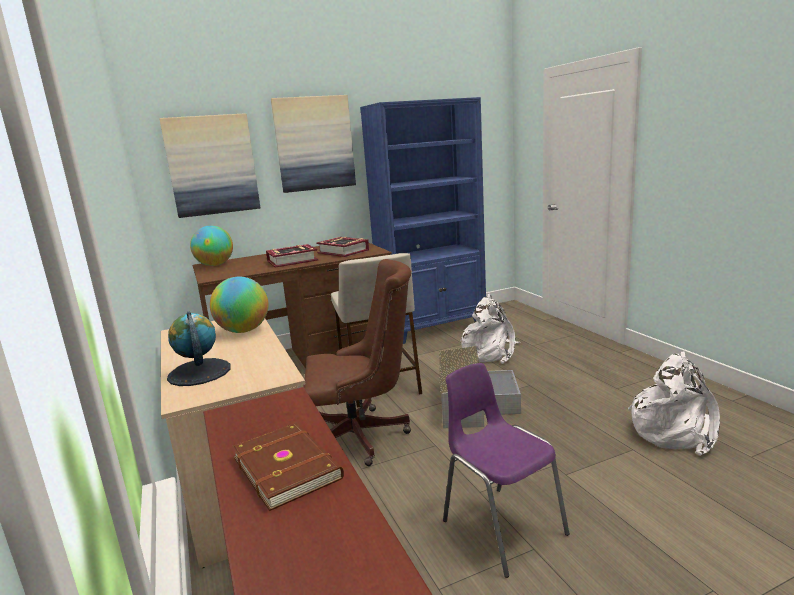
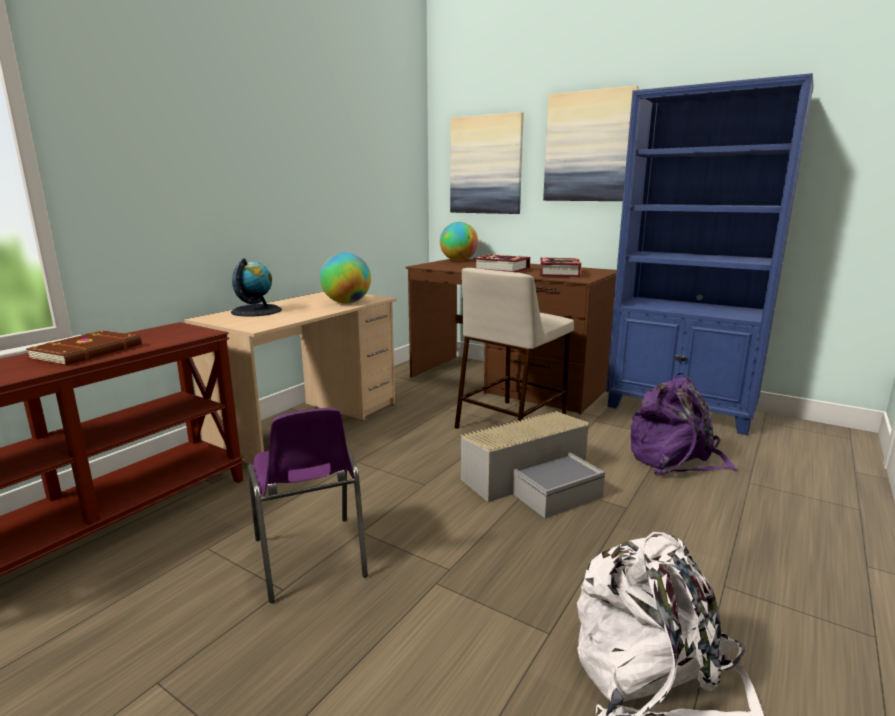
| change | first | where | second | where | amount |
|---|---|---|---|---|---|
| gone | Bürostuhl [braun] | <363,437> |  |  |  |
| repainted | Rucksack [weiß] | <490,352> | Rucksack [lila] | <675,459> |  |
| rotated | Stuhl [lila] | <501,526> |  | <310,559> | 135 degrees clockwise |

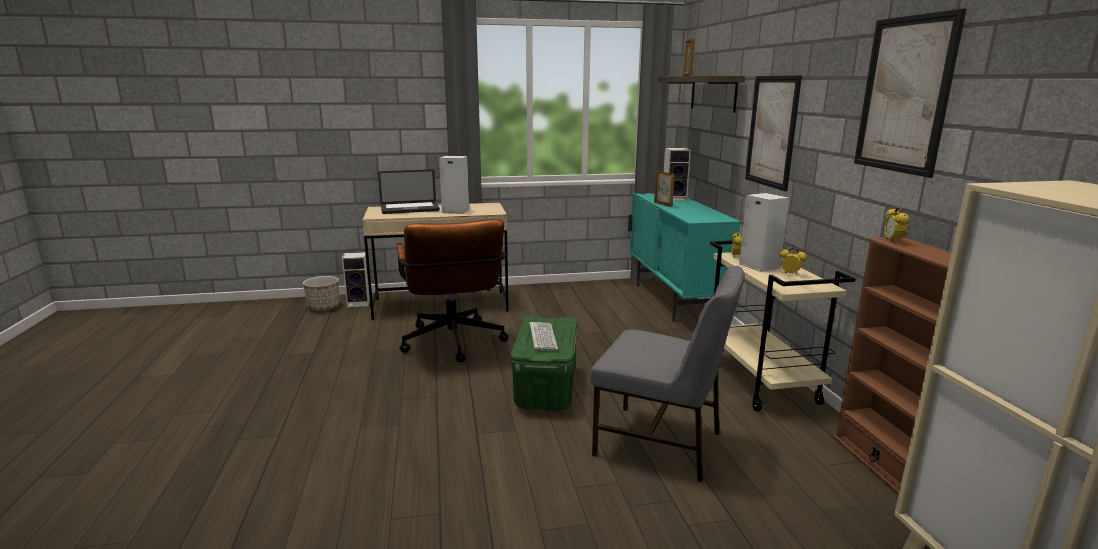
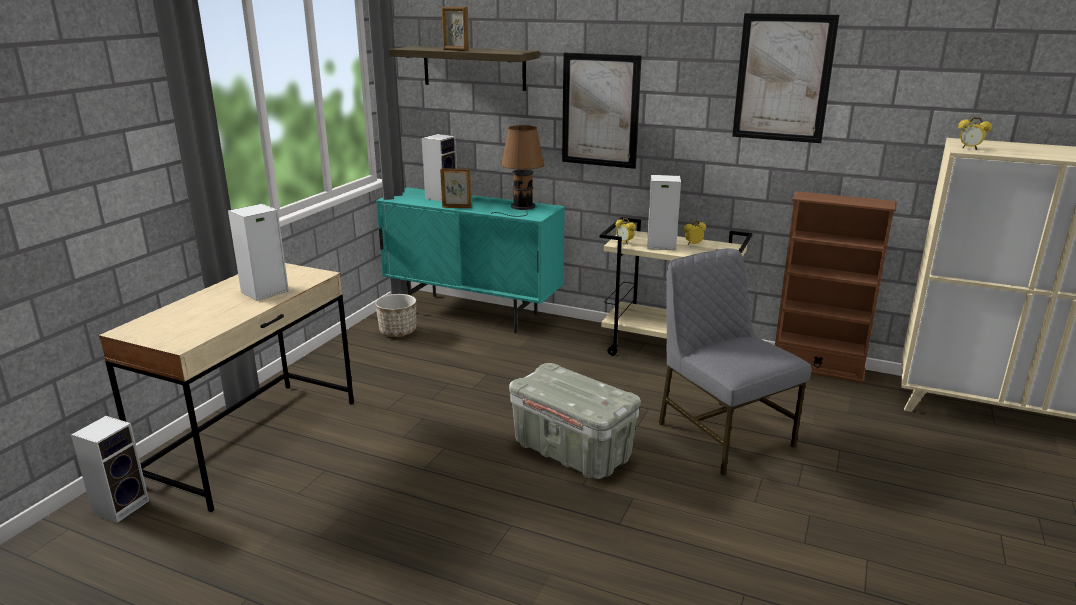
| change | first | where | second | where | amount |
|---|---|---|---|---|---|
| gone | Laptop | <410,209> |  |  |  |
| shifted | Wecker | <892,241> |  | <970,148> |  |
| gone | Bürostuhl [braun] | <454,345> |  |  |  |
| rotated | Stuhl [grau] | <660,444> |  | <722,434> | 90 degrees counterclockwise |
| shifted | Pflanzkübel | <324,307> |  | <398,332> |  |
| repainted | Aufbewahrungsbox [grün] | <545,389> | Aufbewahrungsbox [grau] | <571,451> |  |
| gone | Tastatur | <543,337> |  |  |  |
| new |  |  | Tischlampe [braun] | <521,207> |  |

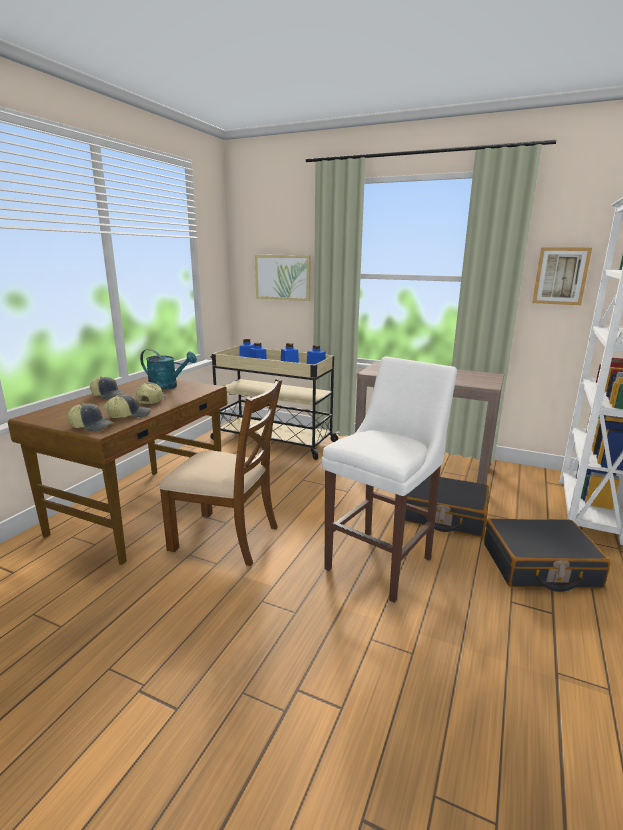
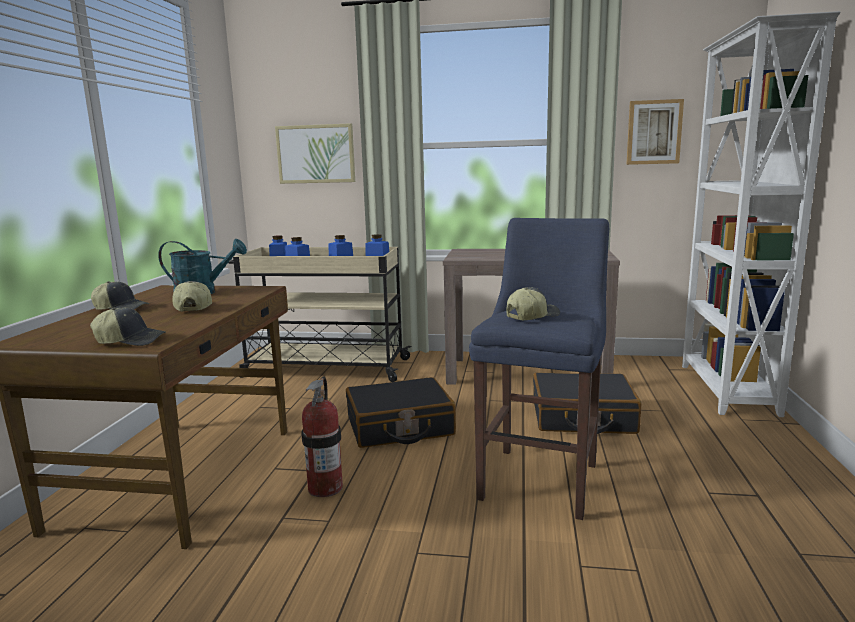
| change | first | where | second | where | amount |
|---|---|---|---|---|---|
| repainted | Hocker [weiß] | <382,561> | Hocker [blau] | <541,478> |  |
| swapped | Stuhl [braun] | <226,537> | Feuerlöscher | <325,487> |  |
| shifted | Kappe | <129,415> |  | <531,316> |  |
| shifted | Koffer [schwarz] | <539,566> |  | <399,427> |  |

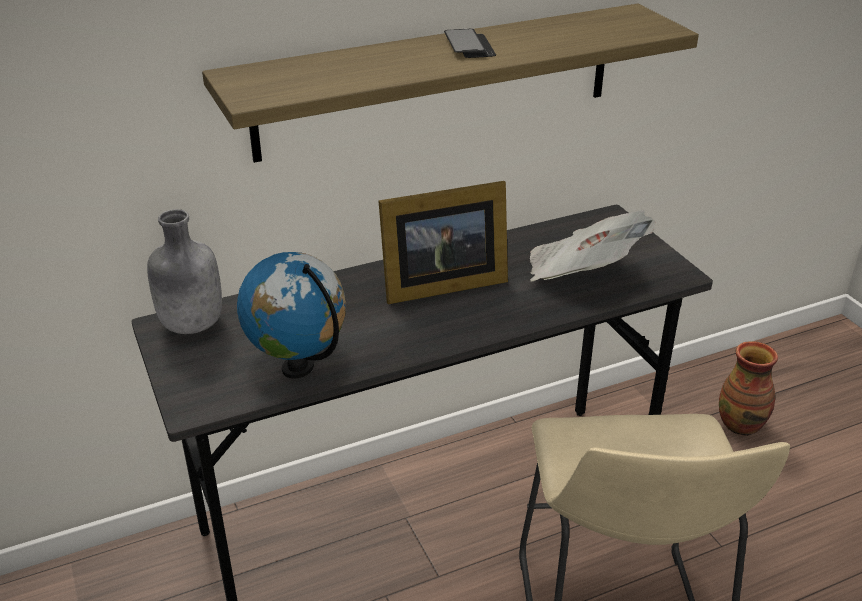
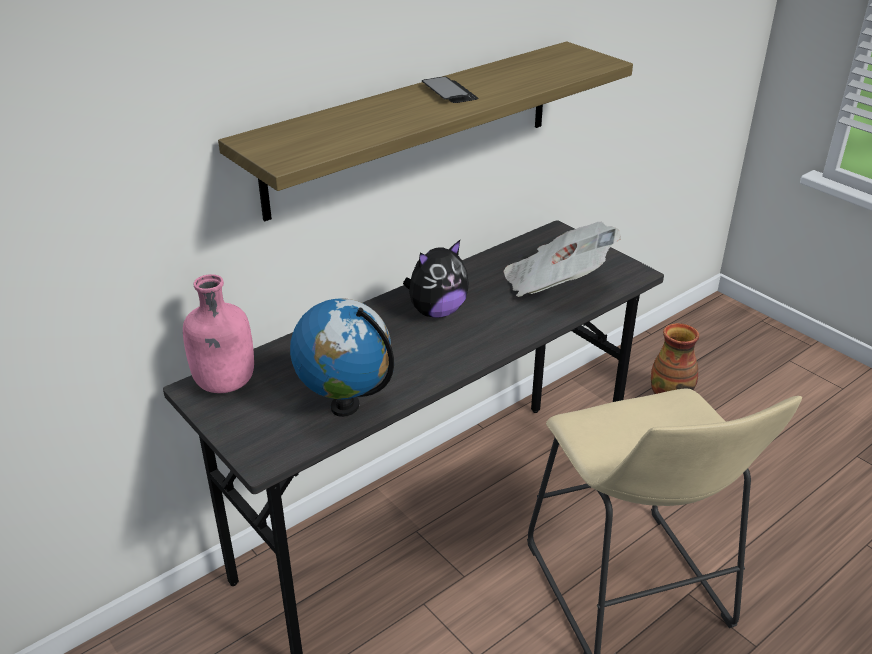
| change | first | where | second | where | amount |
|---|---|---|---|---|---|
| swapped | Bilderrahmen | <438,284> | Plüschtier | <436,311> |  |
| repainted | Flasche [grau] | <191,325> | Flasche [rosa] | <224,384> |  |

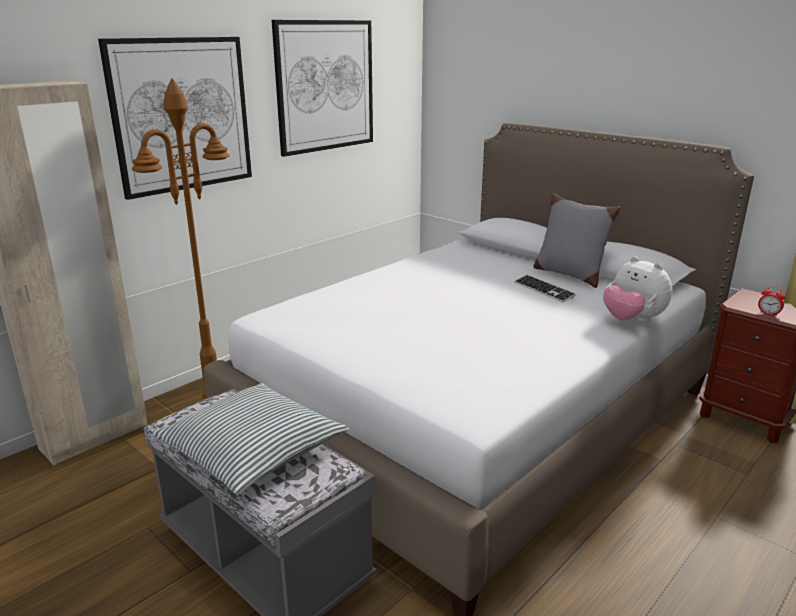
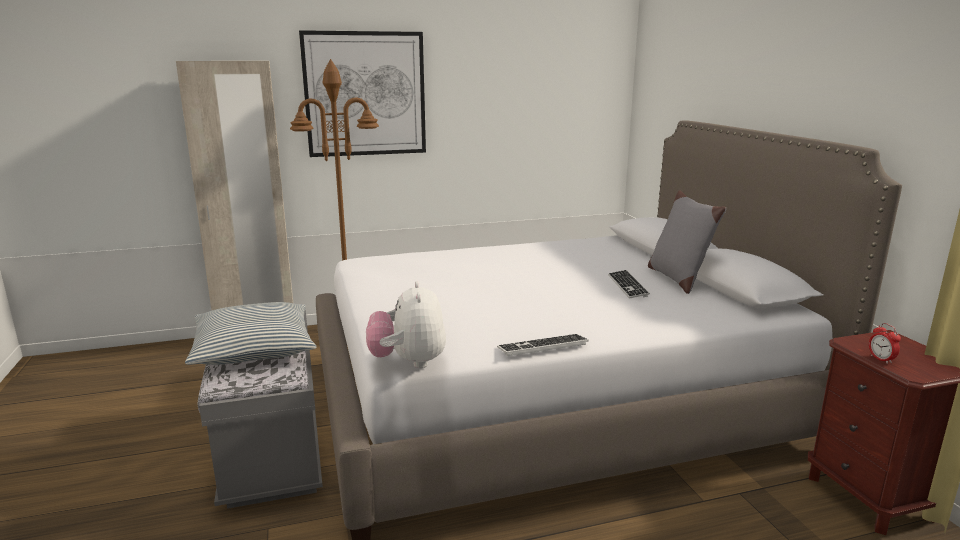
| change | first | where | second | where | amount |
|---|---|---|---|---|---|
| gone | Bild | <325,86> |  |  |  |
| shifted | Plüschtier | <632,320> |  | <408,362> |  |
| new |  |  | Tastatur | <542,346> |  |

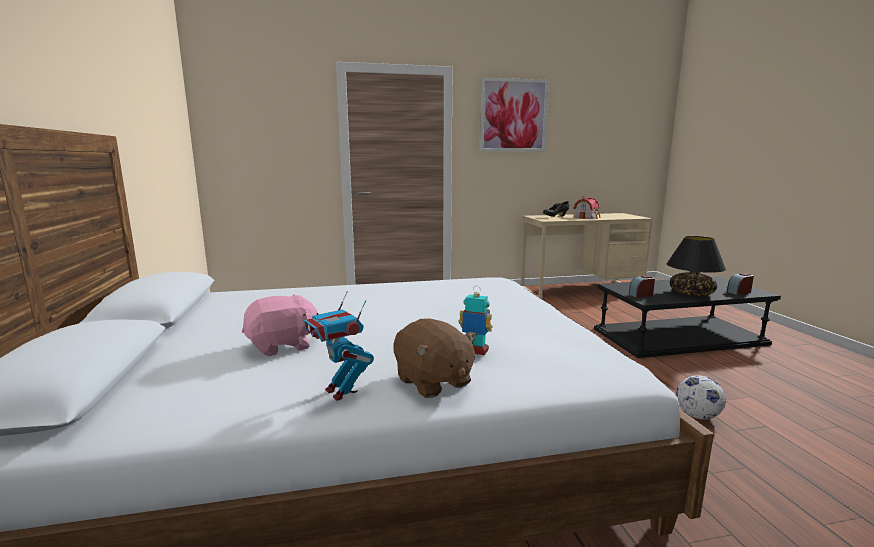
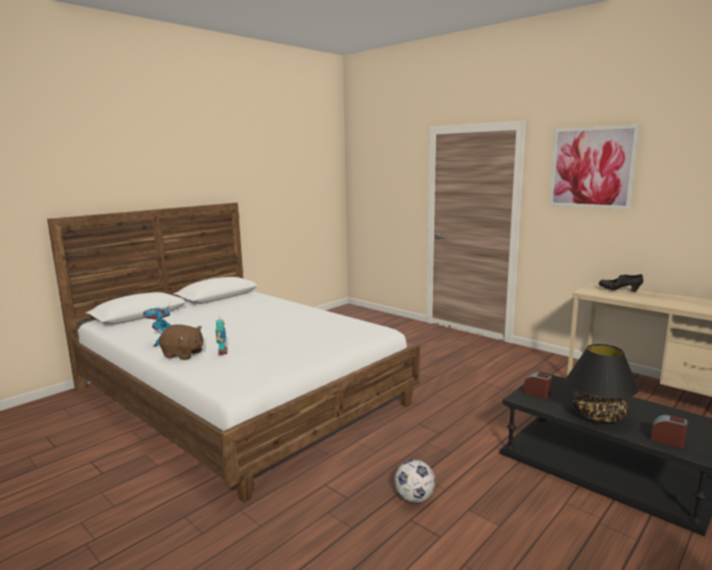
| change | first | where | second | where | amount |
|---|---|---|---|---|---|
| gone | Spielzeughaus | <587,217> |  |  |  |
| gone | Plüschtier [rosa] | <283,345> |  |  |  |
| rotated | Plüschtier [braun] | <433,382> |  | <183,354> | 90 degrees counterclockwise |

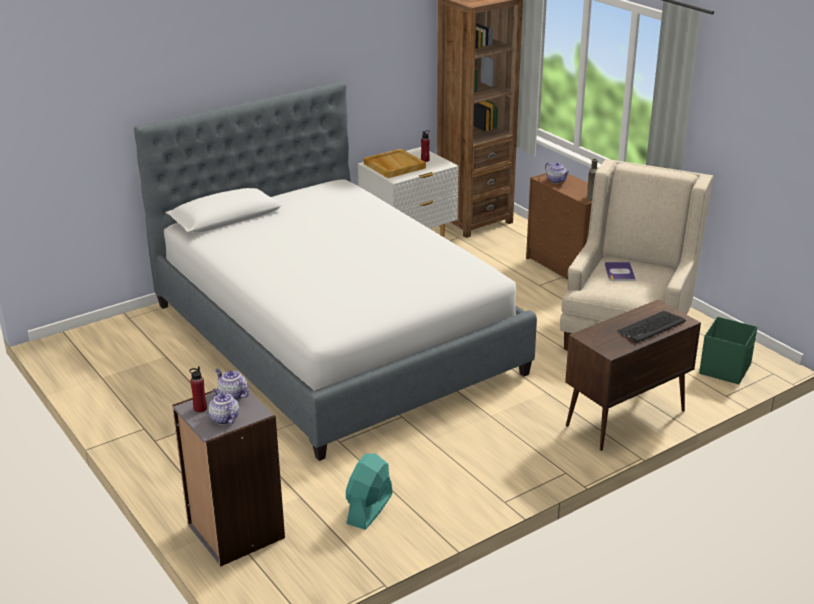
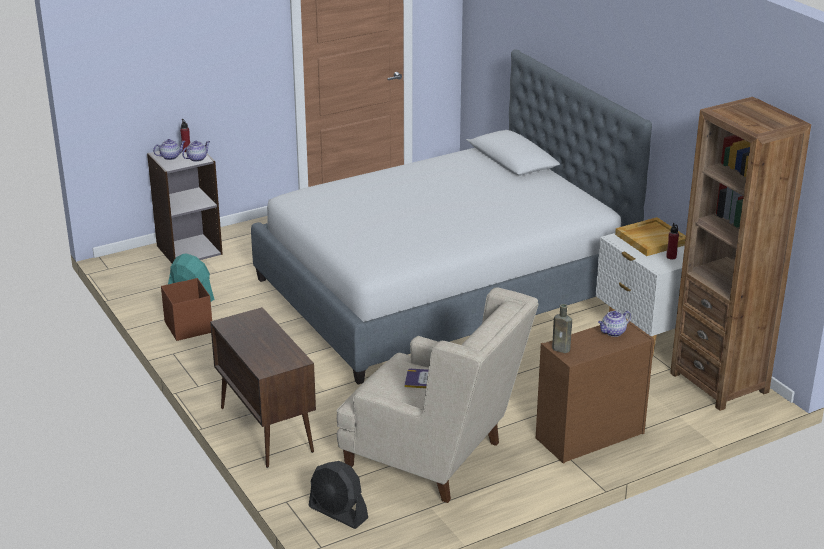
| change | first | where | second | where | amount |
|---|---|---|---|---|---|
| gone | Tastatur | <651,327> |  |  |  |
| swapped | Aufbewahrungsbox [grün] | <725,369> | Ventilator [schwarz] | <338,513> |  |
| new |  |  | Aufbewahrungsbox [braun] | <188,327> |  |

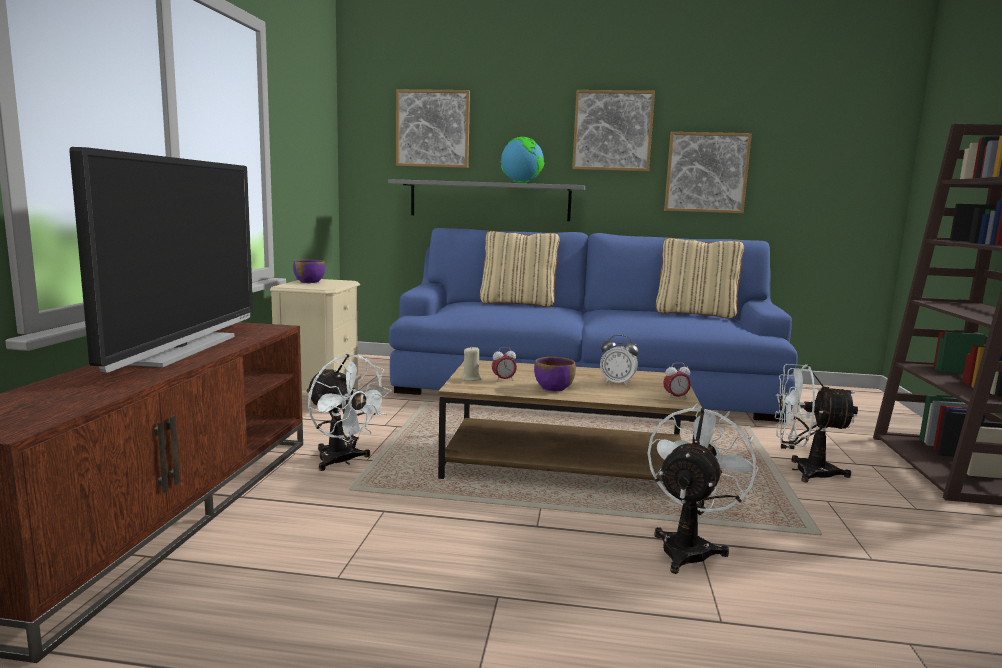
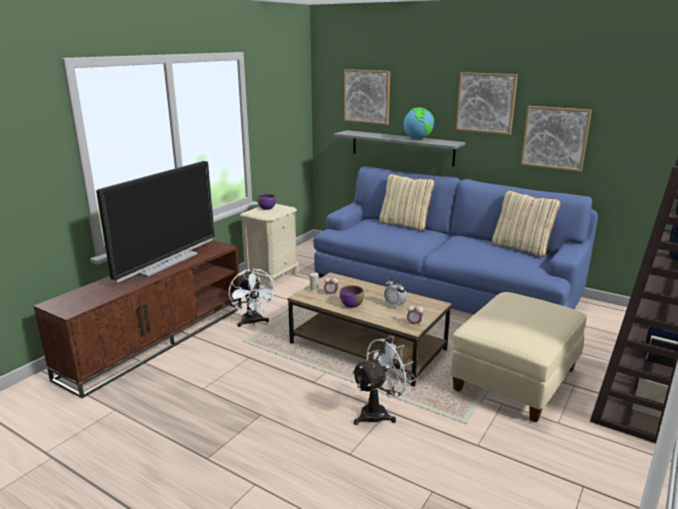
| change | first | where | second | where | amount |
|---|---|---|---|---|---|
| swapped | Ventilator [weiß] | <803,471> | Polsterhocker [beige] | <515,380> |  |

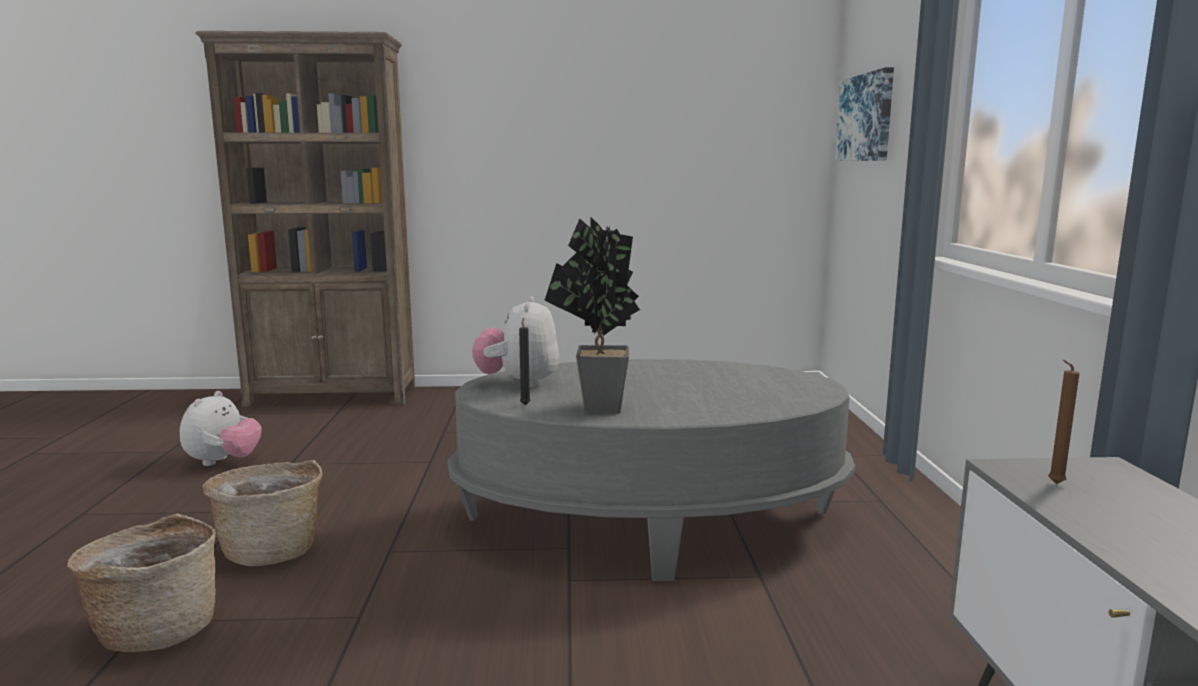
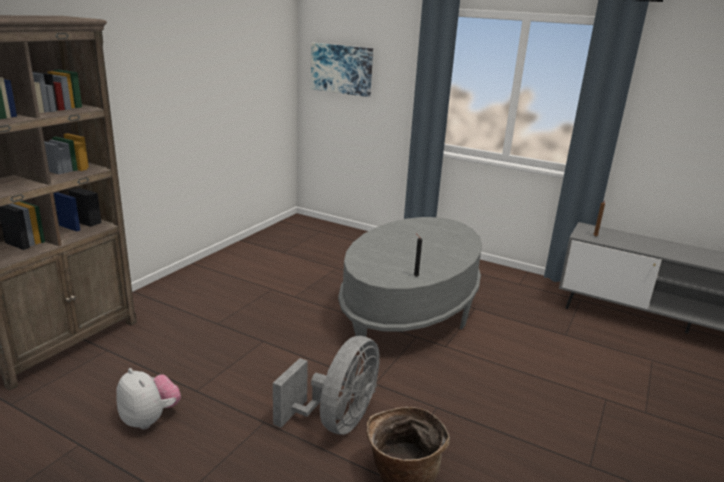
| change | first | where | second | where | amount |
|---|---|---|---|---|---|
| gone | Topfpflanze | <598,410> |  |  |  |
| gone | Plüschtier | <519,383> |  |  |  |
| swapped | Korb | <272,550> | Ventilator [grau] | <336,421> |  |

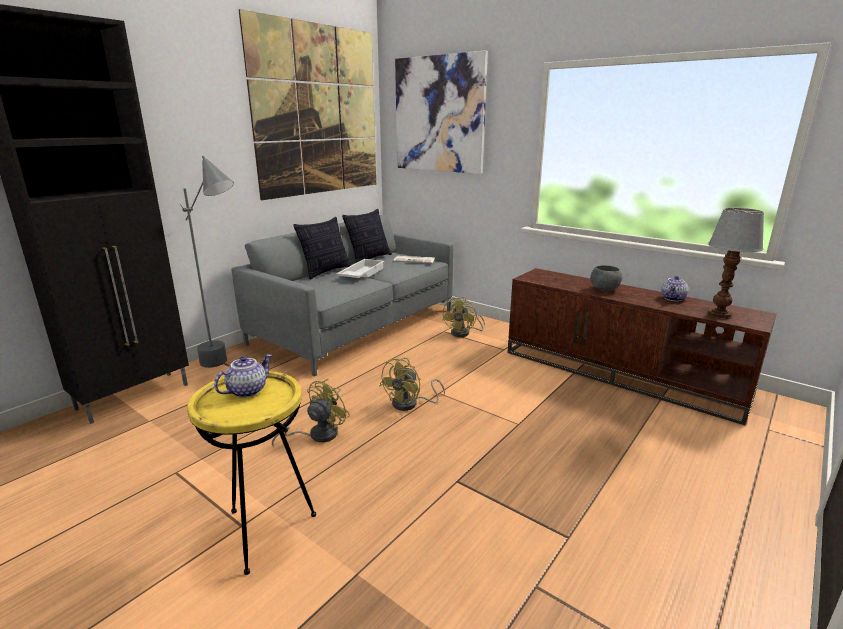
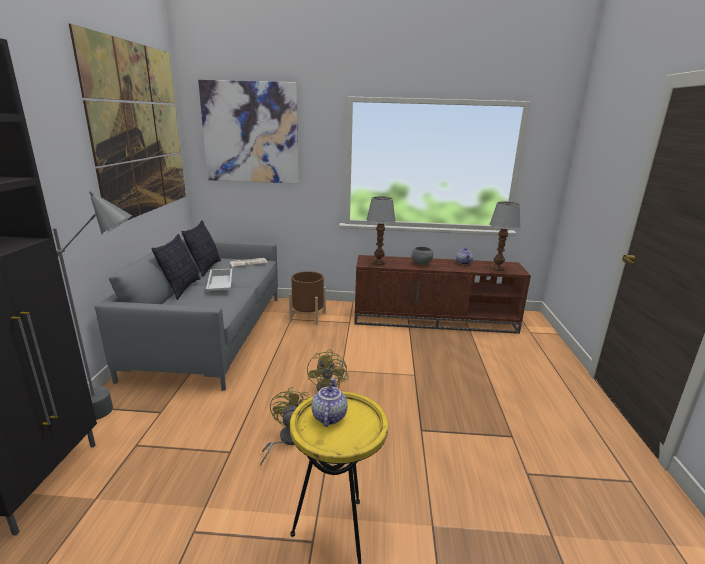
| change | first | where | second | where | amount |
|---|---|---|---|---|---|
| swapped | Ventilator [gelb] | <464,333> | Pflanzkübel [braun] | <308,316> |  |
| new |  |  | Tischlampe | <378,263> |  |

